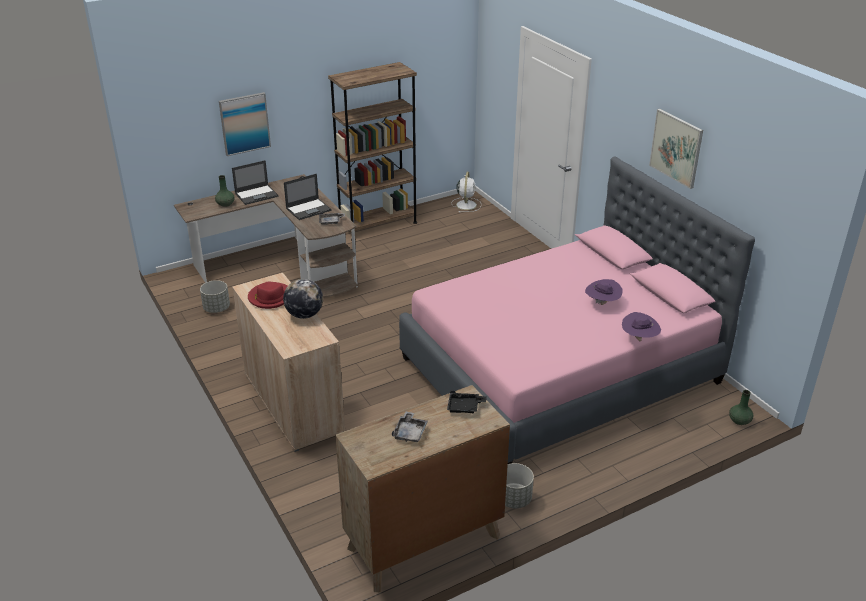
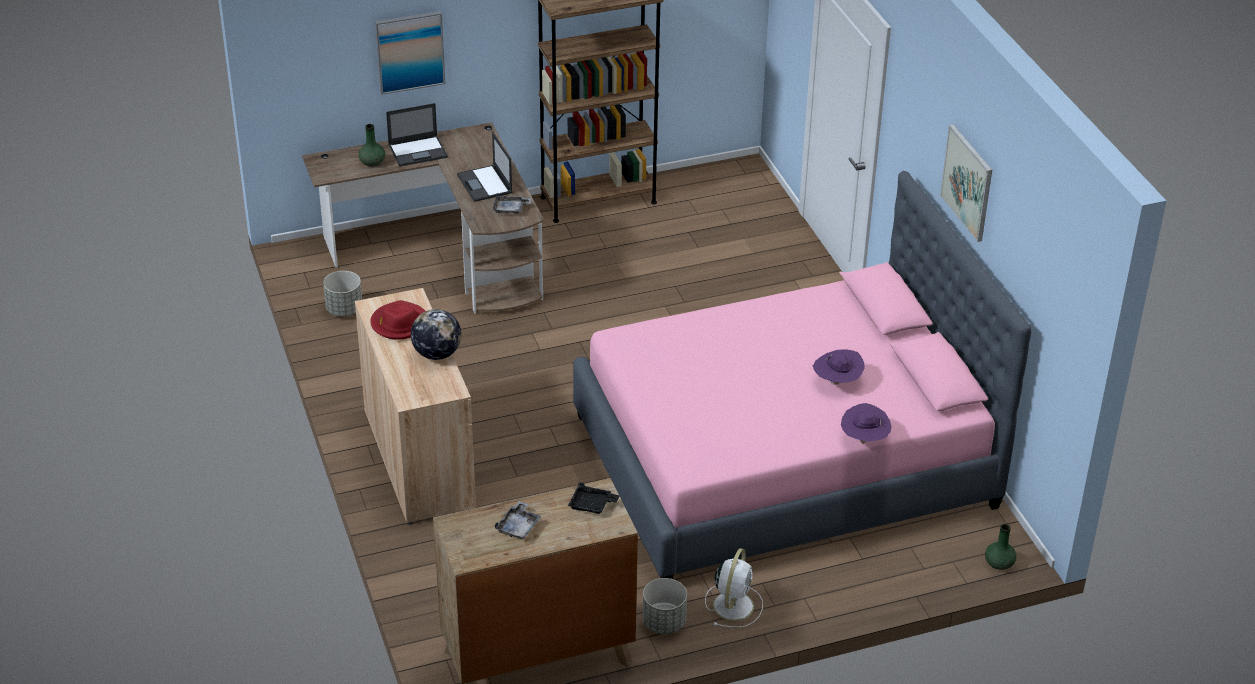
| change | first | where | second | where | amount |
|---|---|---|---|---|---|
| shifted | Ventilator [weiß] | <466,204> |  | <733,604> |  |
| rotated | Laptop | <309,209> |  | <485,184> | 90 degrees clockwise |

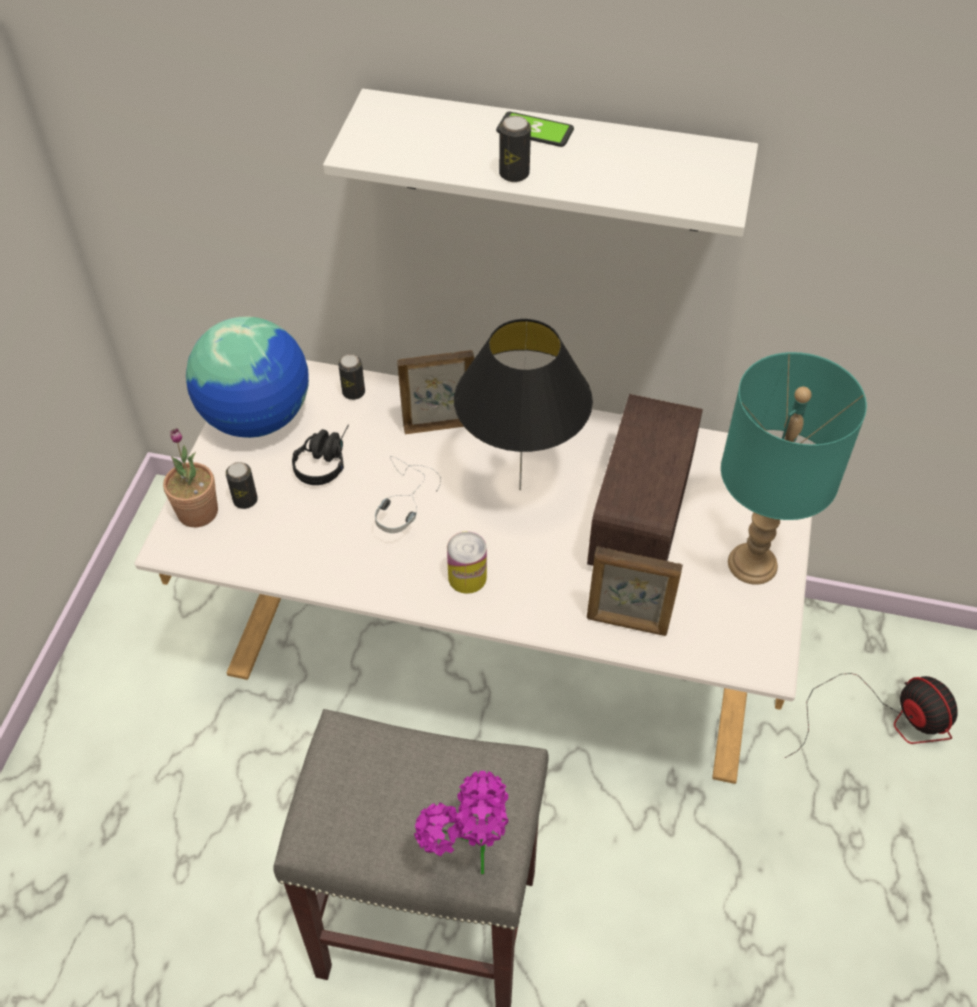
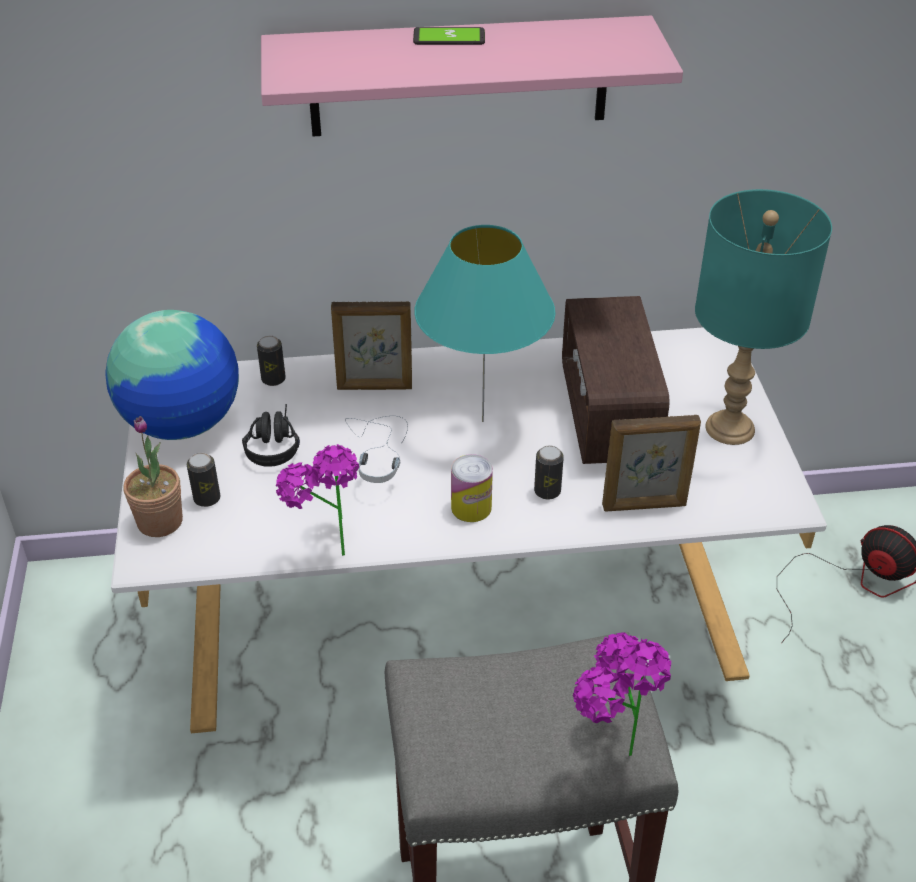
| change | first | where | second | where | amount |
|---|---|---|---|---|---|
| repainted | Wandregal [weiß] | <553,162> | Wandregal [rosa] | <459,76> |  |
| shifted | Dose | <514,174> |  | <547,491> |  |
| repainted | Tischlampe [schwarz] | <520,490> | Tischlampe [türkis] | <483,422> |  |
| rotated | Bilderrahmen | <439,425> |  | <375,387> | 150 degrees counterclockwise |
| new |  |  | Topfpflanze | <328,548> |  |

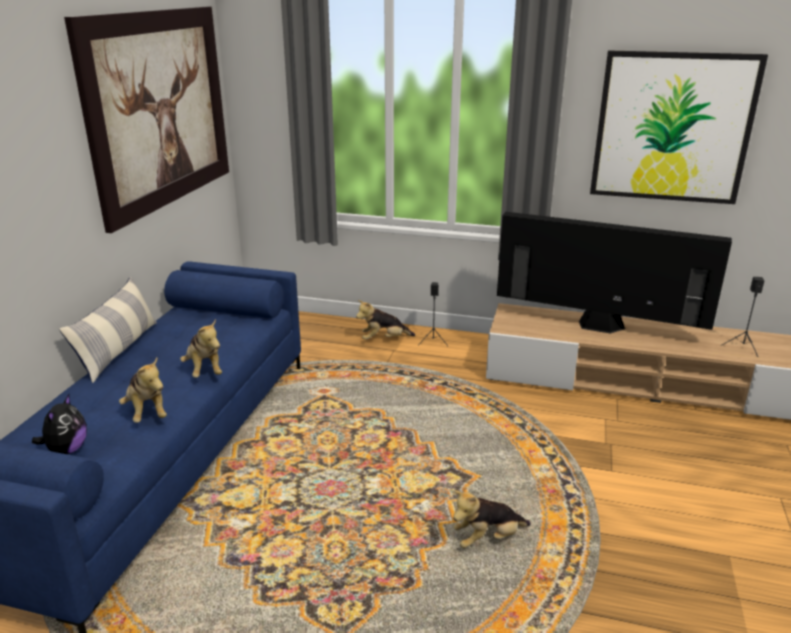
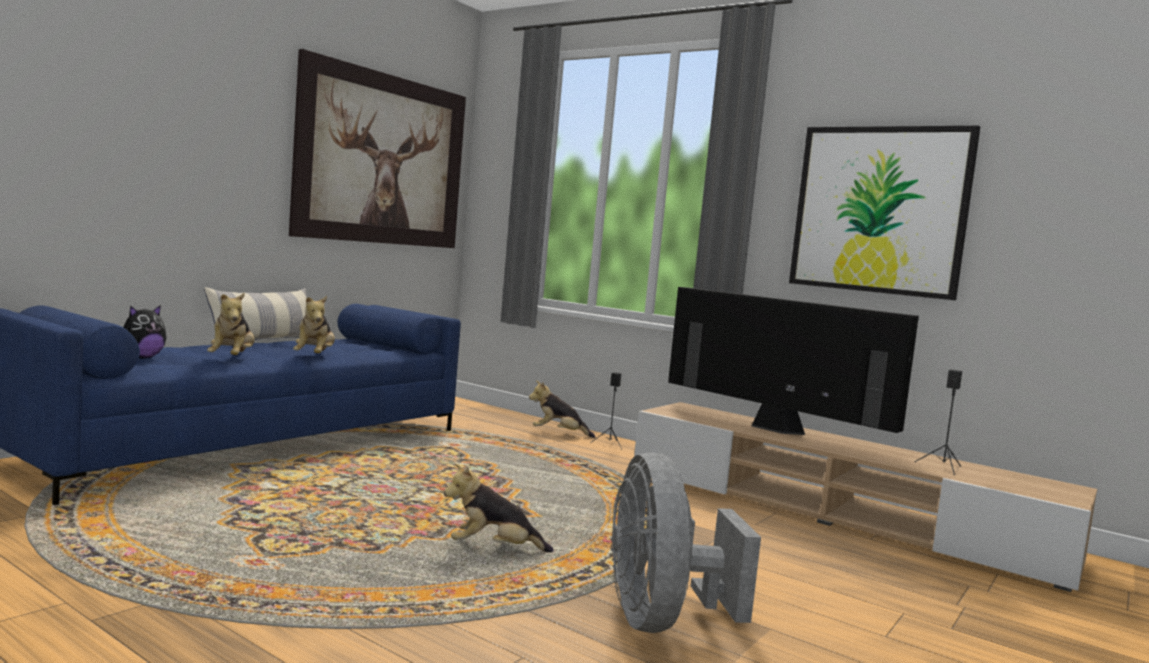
| change | first | where | second | where | amount |
|---|---|---|---|---|---|
| new |  |  | Ventilator [grau] | <661,620> |  |

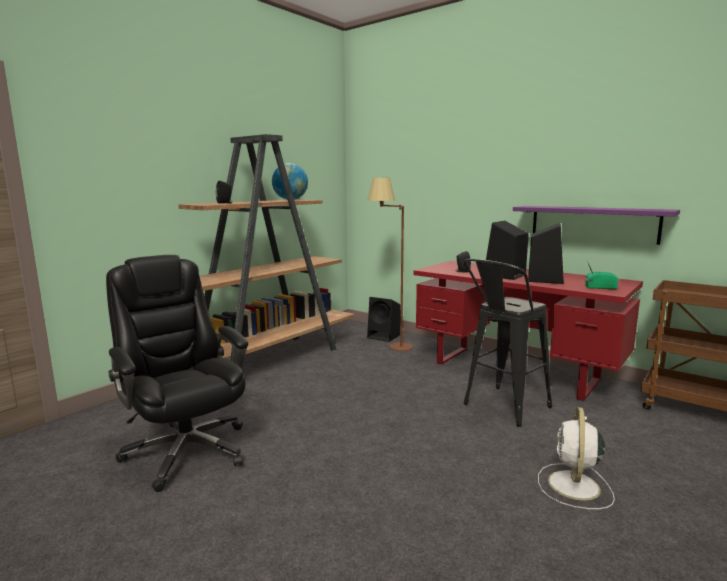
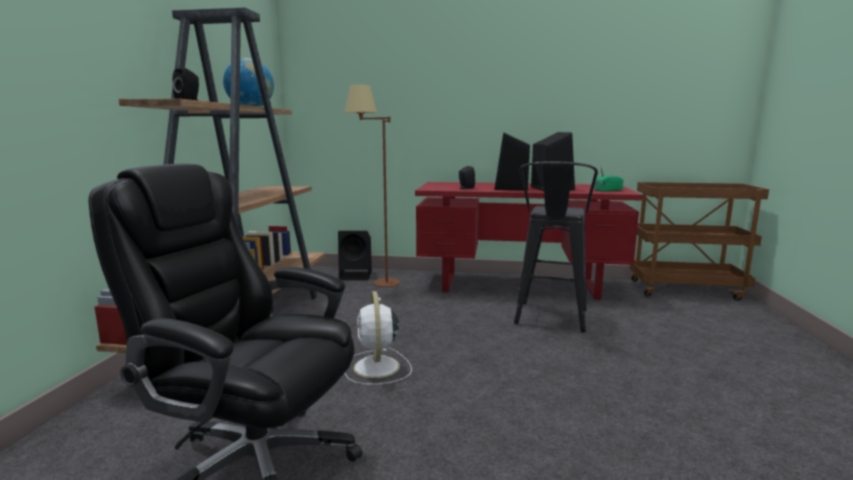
| change | first | where | second | where | amount |
|---|---|---|---|---|---|
| gone | Wandregal [lila] | <593,224> |  |  |  |
| shifted | Ventilator [weiß] | <574,486> |  | <377,368> |  |

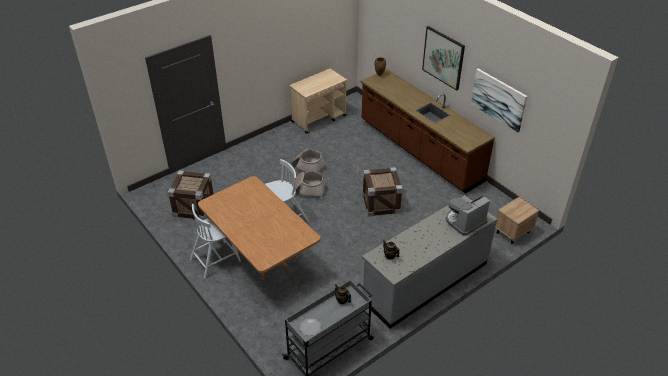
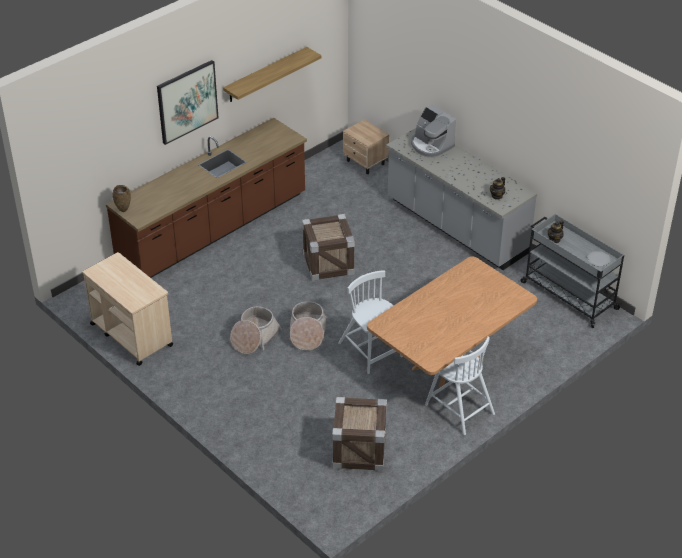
| change | first | where | second | where | amount |
|---|---|---|---|---|---|
| swapped | Bild | <498,99> | Wandregal | <266,75> |  |

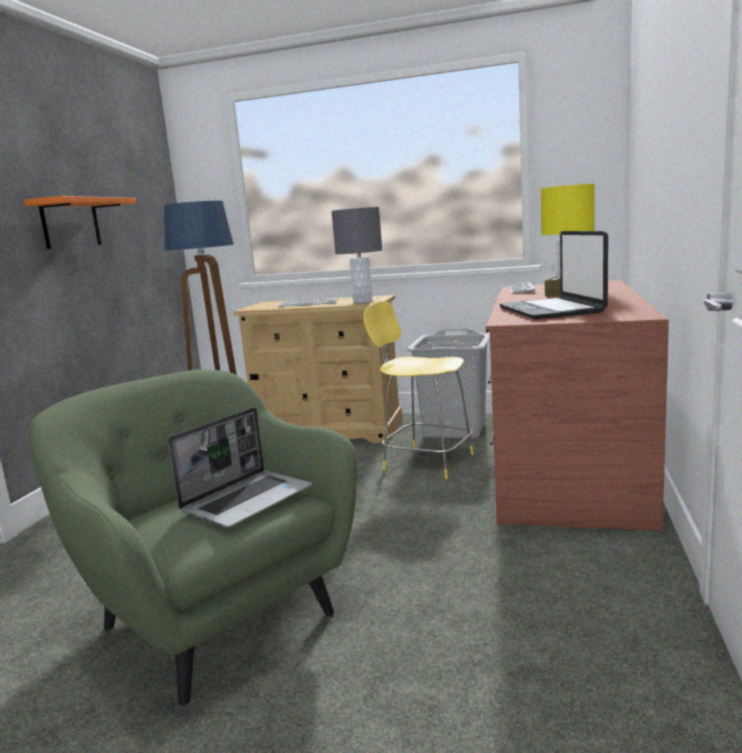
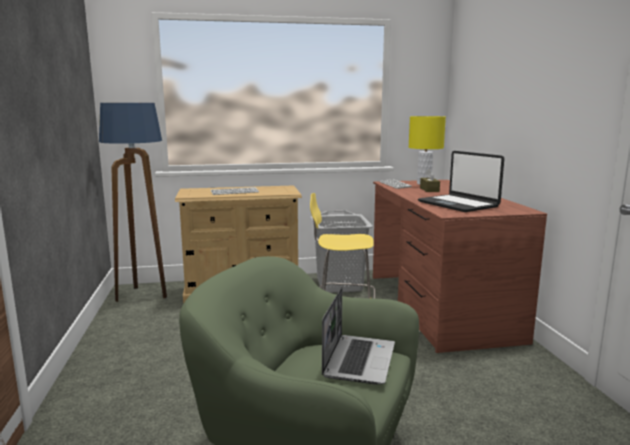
| change | first | where | second | where | amount |
|---|---|---|---|---|---|
| gone | Wandregal [orange] | <70,223> |  |  |  |
| gone | Tischlampe [grau] | <362,301> |  |  |  |

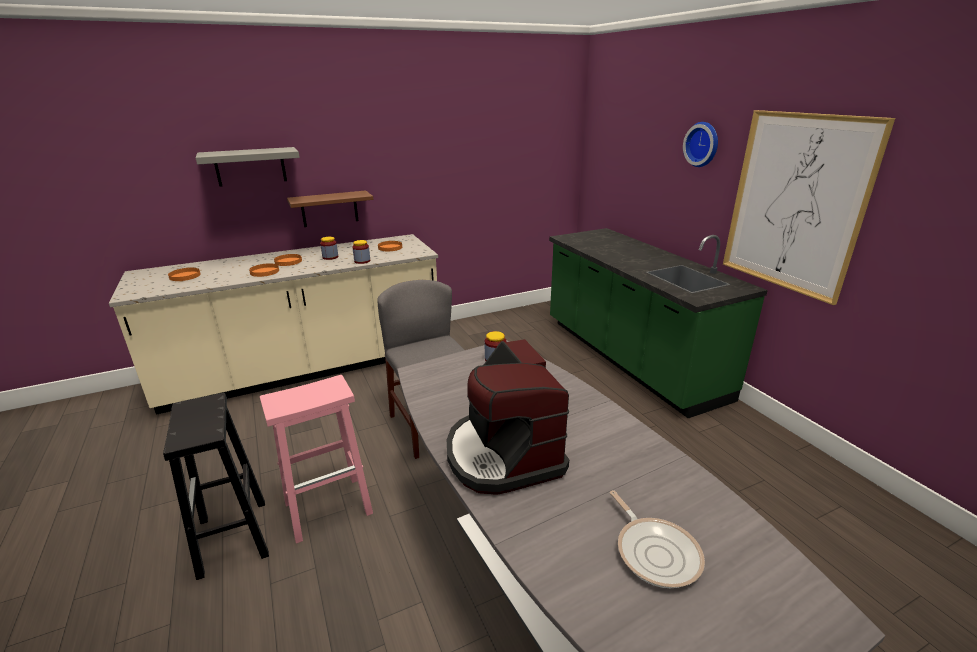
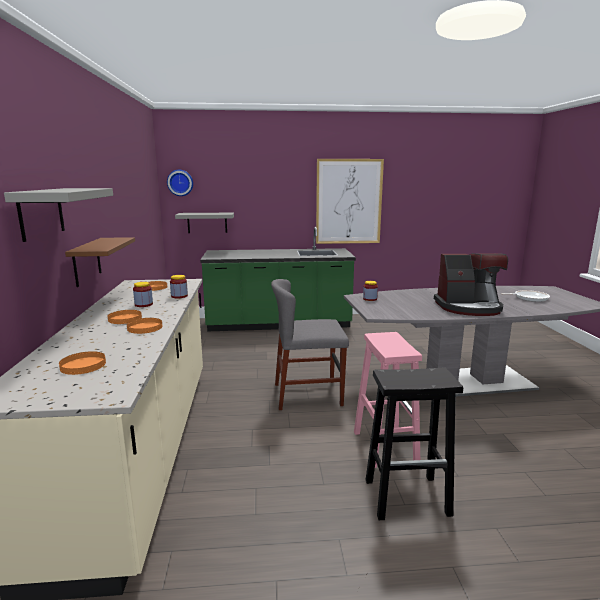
| change | first | where | second | where | amount |
|---|---|---|---|---|---|
| shifted | Wanduhr | <703,144> |  | <180,183> |  |
| new |  |  | Wandregal [grau] | <207,222> |  |

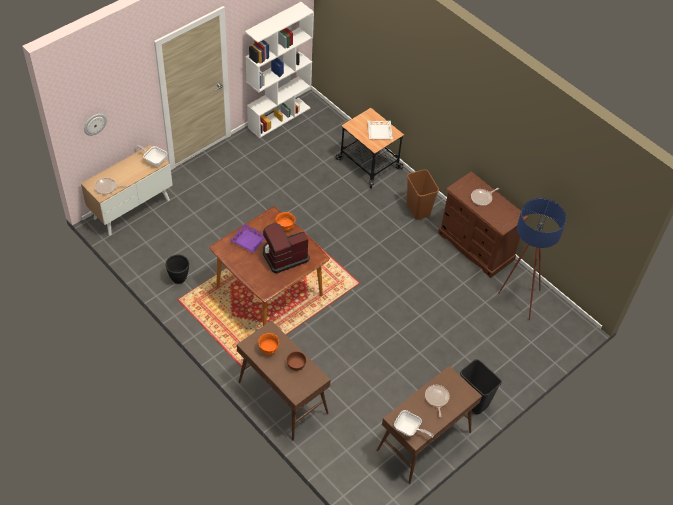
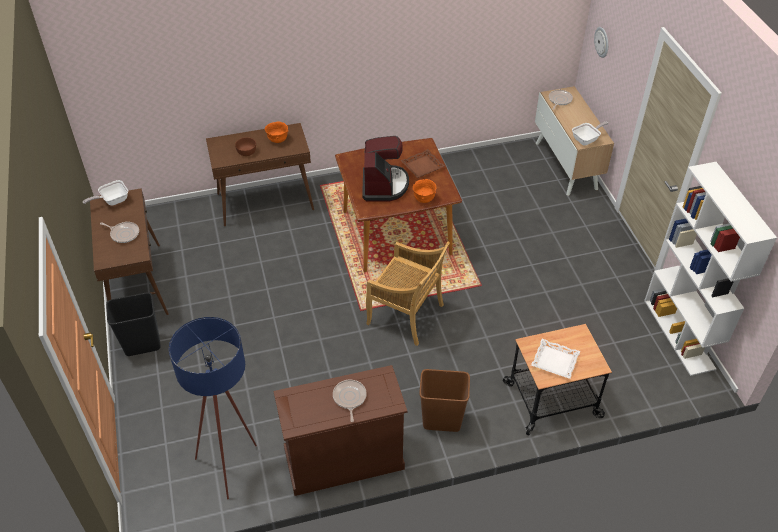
| change | first | where | second | where | amount |
|---|---|---|---|---|---|
| repainted | Tablett [lila] | <248,240> | Tablett [braun] | <422,166> |  |
| gone | Pflanzkübel [schwarz] | <179,278> |  |  |  |
| new |  |  | Stuhl [beige] | <406,315> |  |

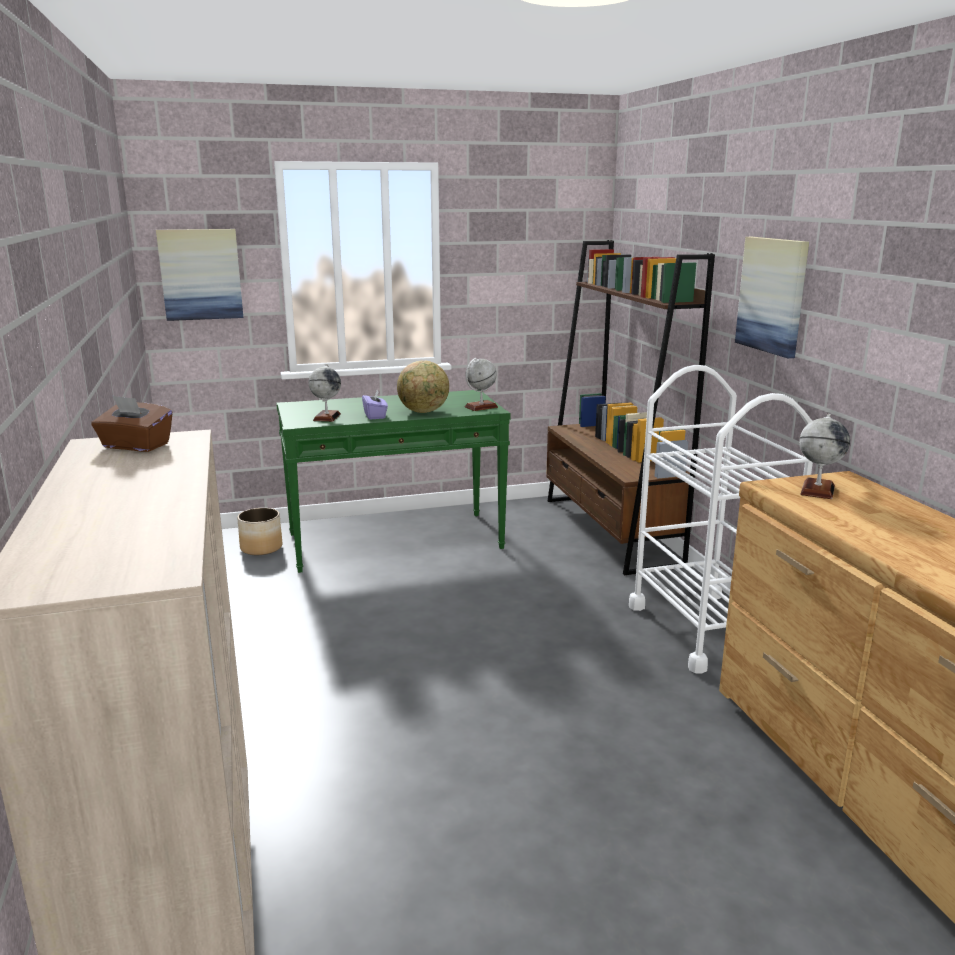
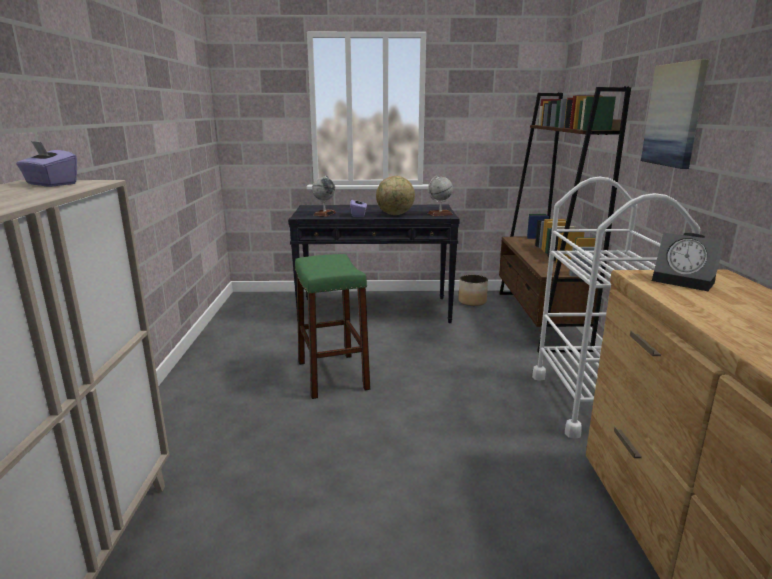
| change | first | where | second | where | amount |
|---|---|---|---|---|---|
| gone | Bild | <201,274> |  |  |  |
| repainted | Konsolentisch [grün] | <396,541> | Konsolentisch [schwarz] | <375,310> |  |
| repainted | Taschentuchbox [braun] | <135,446> | Taschentuchbox [lila] | <50,184> |  |
| swapped | Globus | <817,490> | Wecker | <685,281> |  |
| shifted | Pflanzkübel | <261,548> |  | <472,301> |  |
| new |  |  | Hocker [grün] | <332,375> |  |

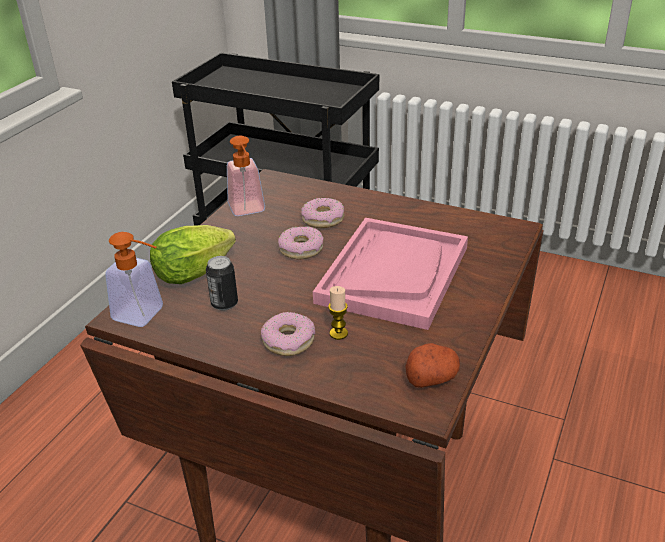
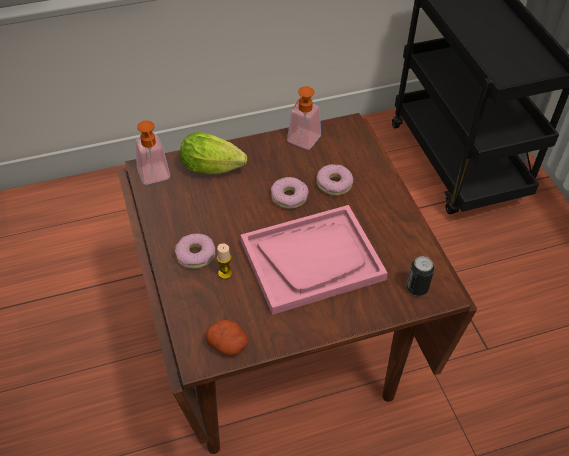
| change | first | where | second | where | amount |
|---|---|---|---|---|---|
| shifted | Dose | <224,304> |  | <417,288> |  |

